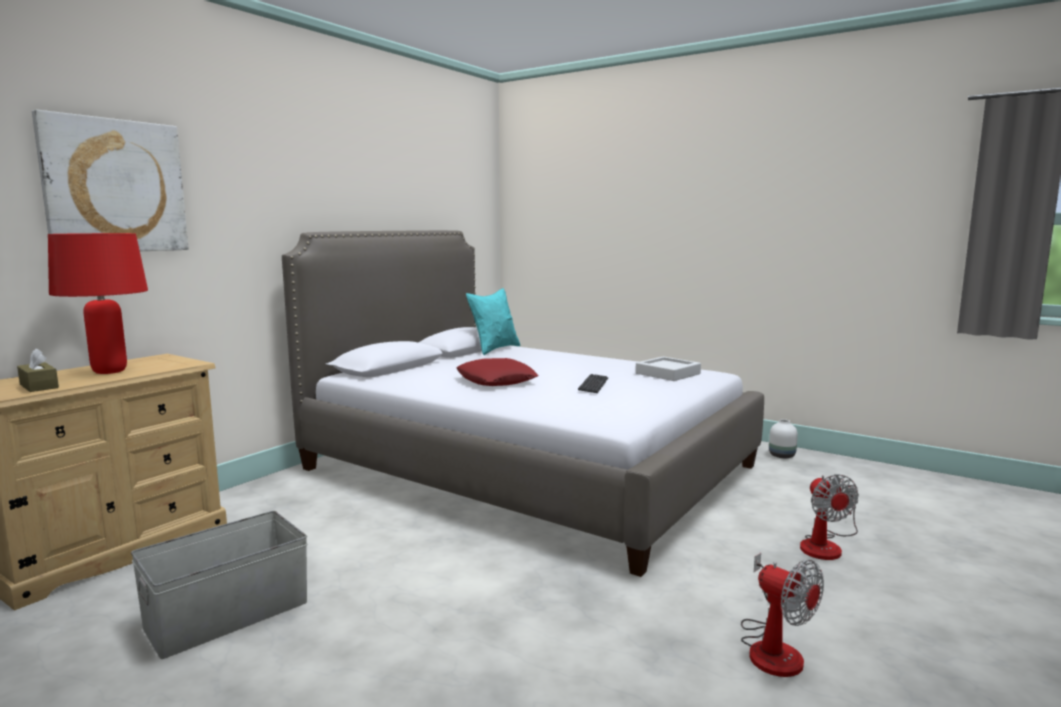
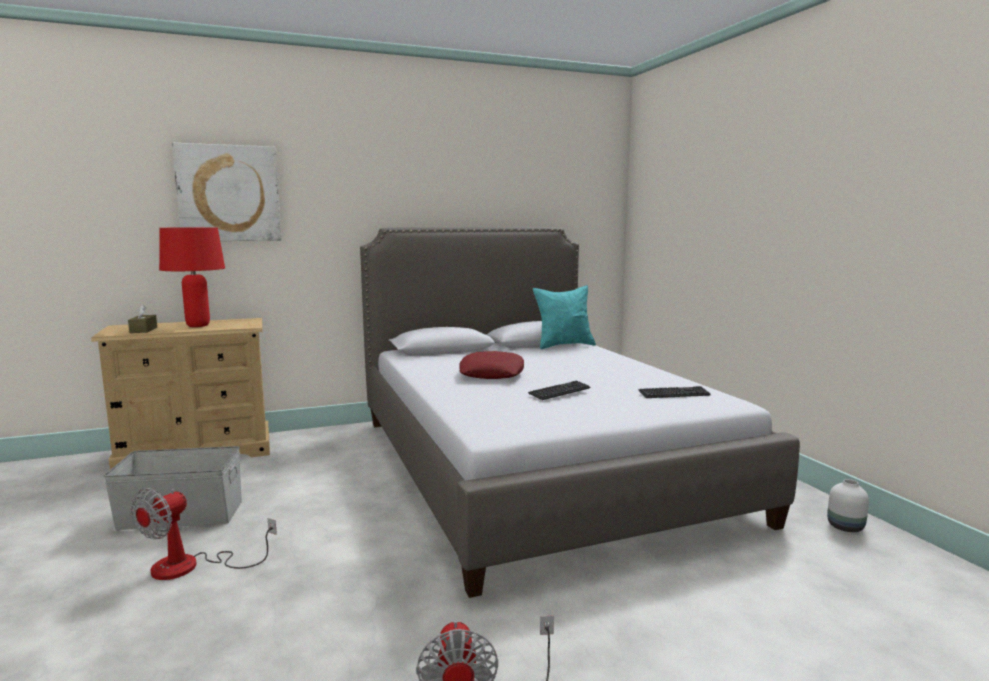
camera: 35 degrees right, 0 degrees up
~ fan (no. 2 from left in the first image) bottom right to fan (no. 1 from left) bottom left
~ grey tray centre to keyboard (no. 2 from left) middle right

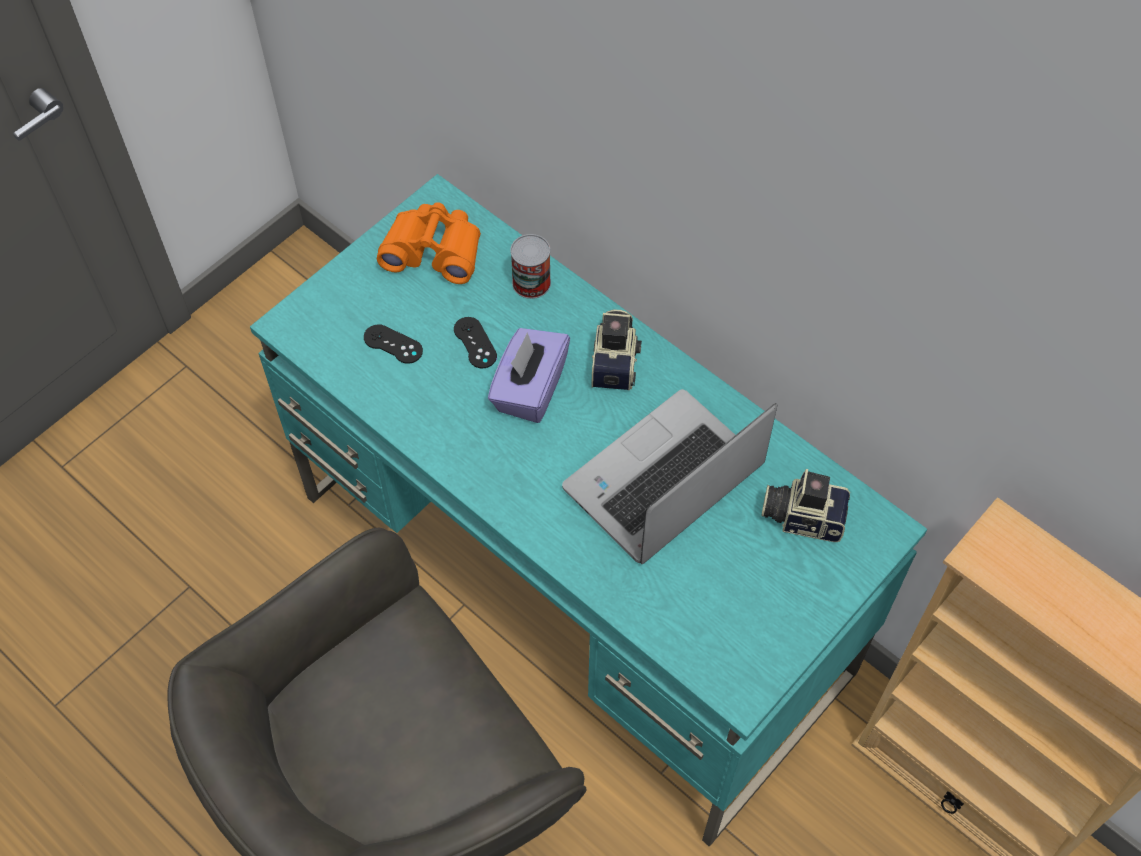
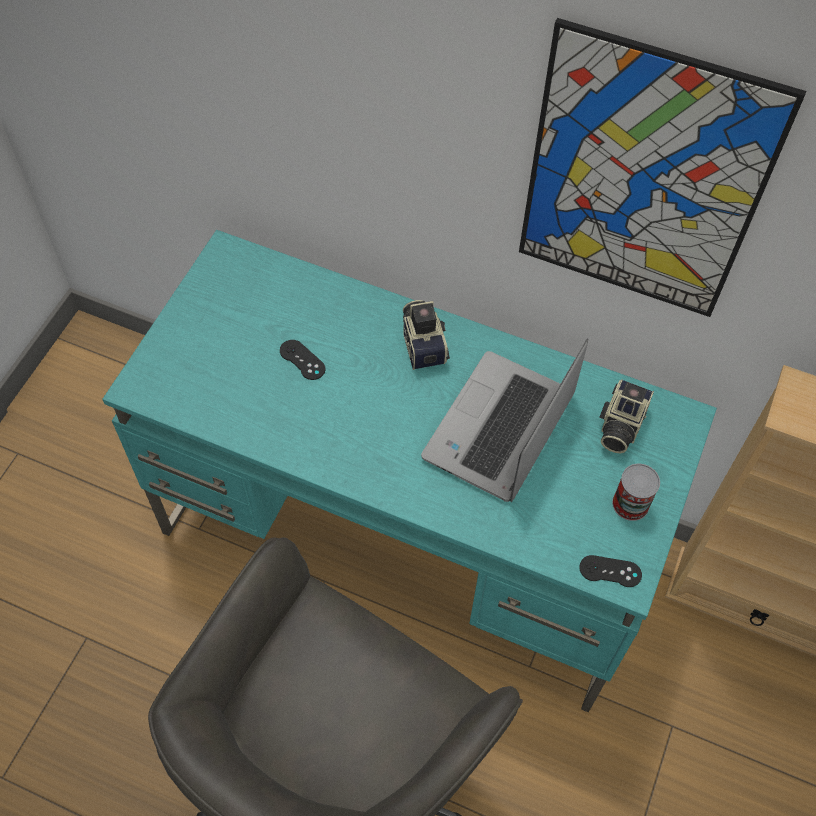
camera: 20 degrees left, 0 degrees up
- orange binoculars top centre
- purple tissue box centre
+ picture top right
~ black game controller (no. 1 from left in the first image) centre to black game controller (no. 2 from left) bottom right
~ can top centre to middle right
~ photo camera (no. 2 from left) middle right = middle right 60 degrees counterclockwise

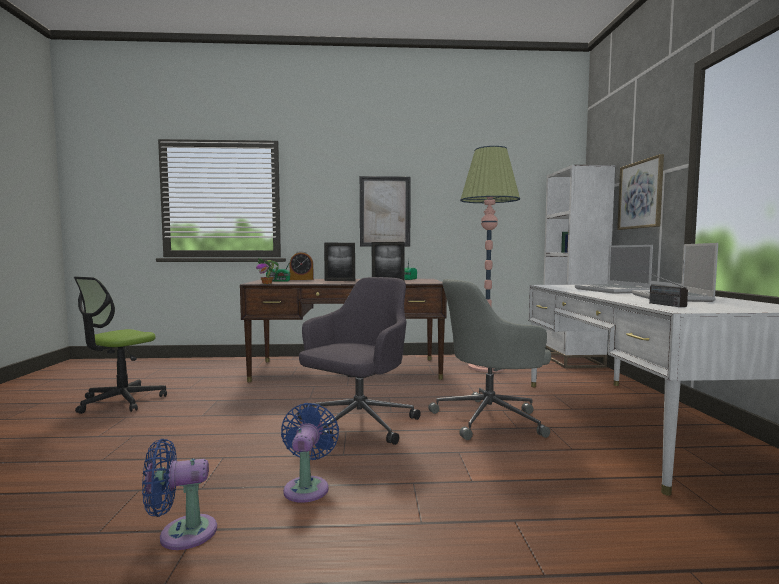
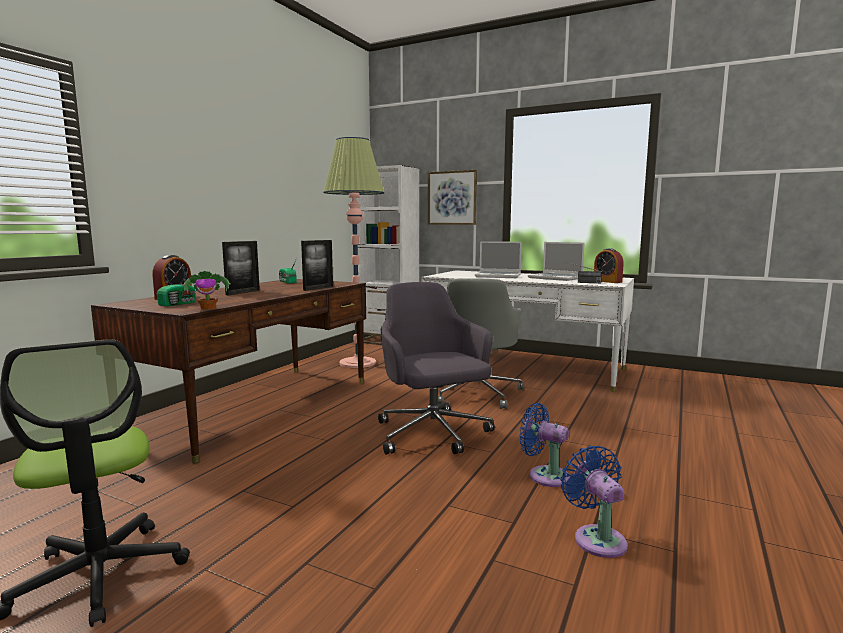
camera: 60 degrees left, 5 degrees up
- picture (no. 1 from left) centre
+ alarm clock (no. 2 from left) middle right
~ blue fan (no. 1 from left in the first image) bottom left = bottom right 150 degrees clockwise

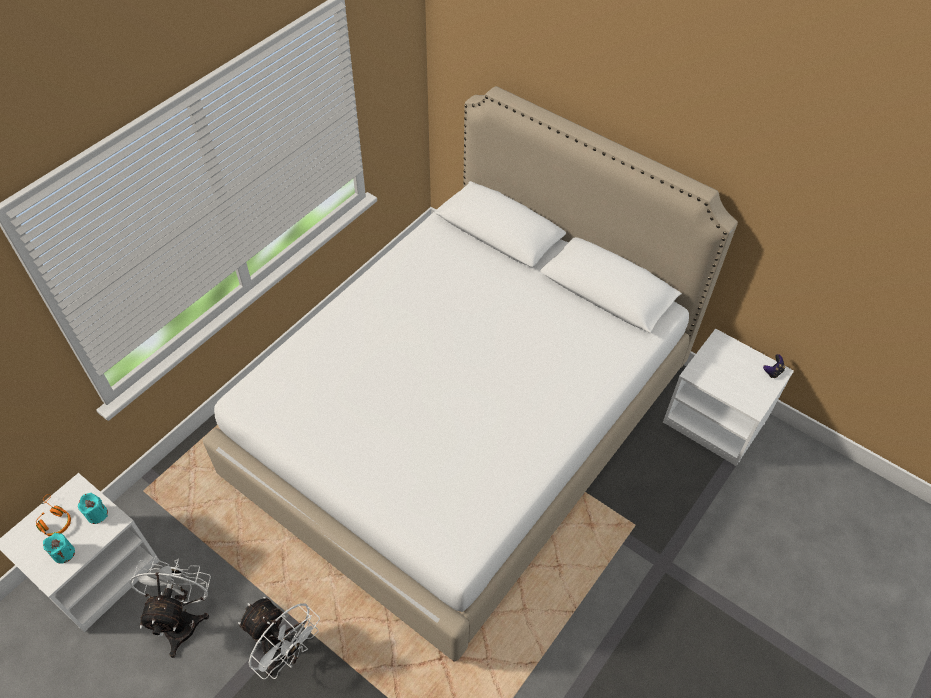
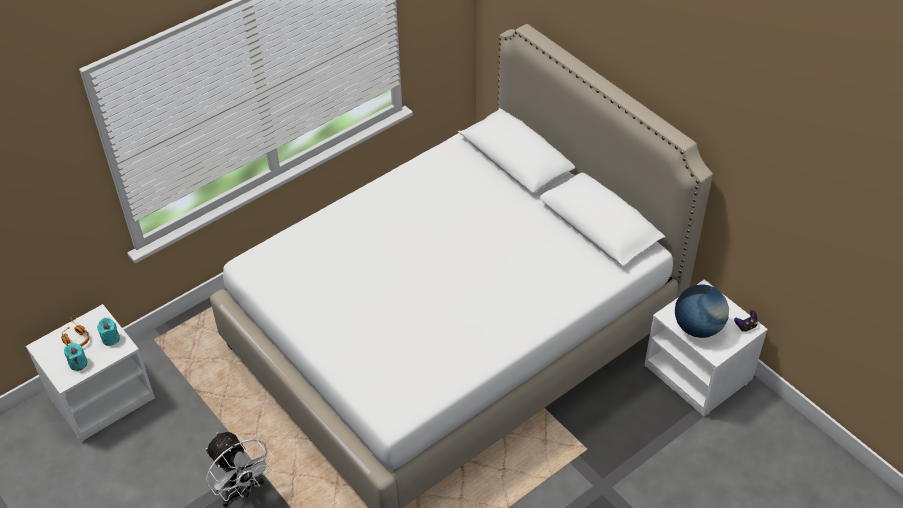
camera: 15 degrees right, 5 degrees down
- white fan (no. 1 from left) bottom left
+ globe middle right

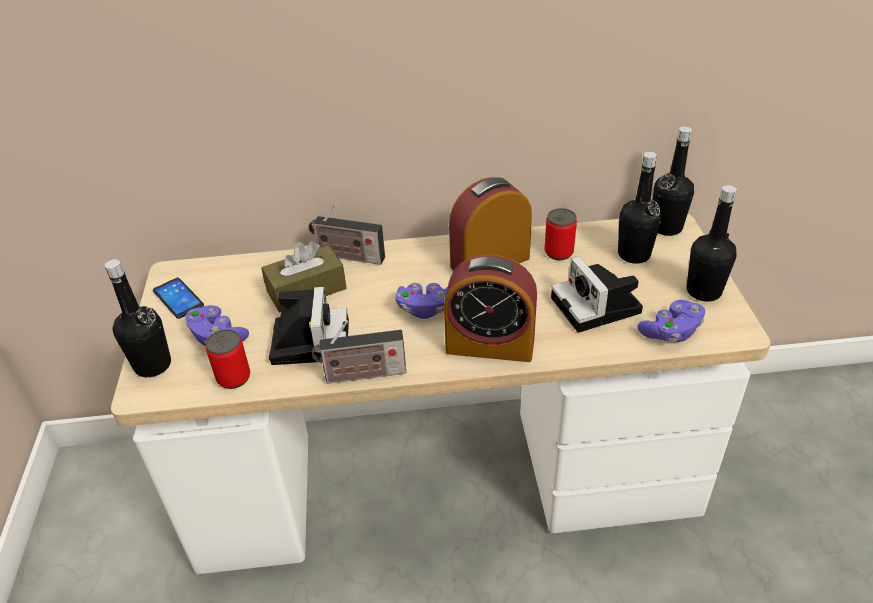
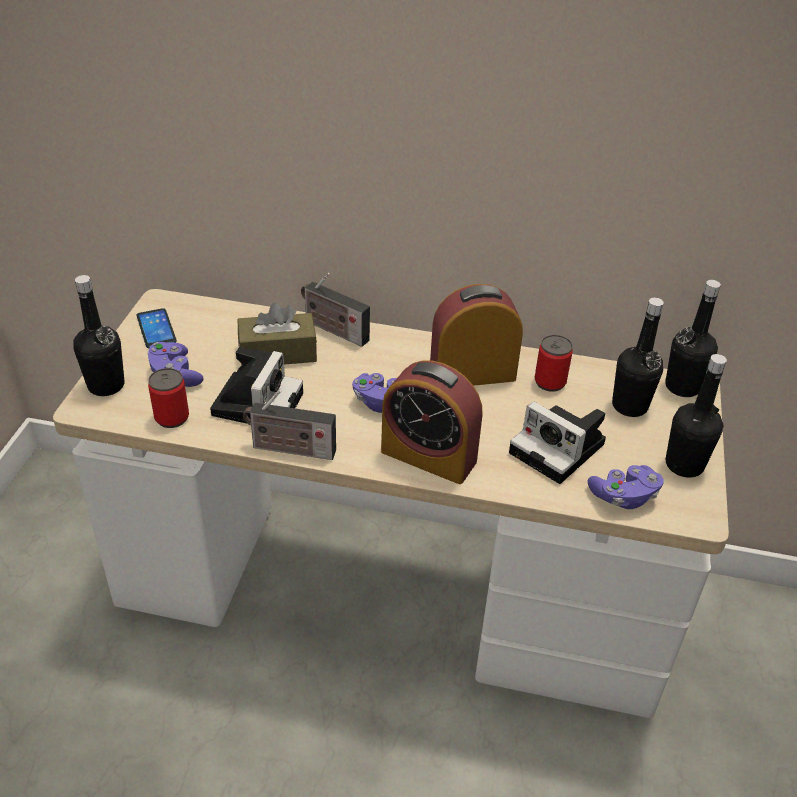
camera: 15 degrees right, 0 degrees up
~ photo camera (no. 2 from left) middle right = middle right 45 degrees counterclockwise

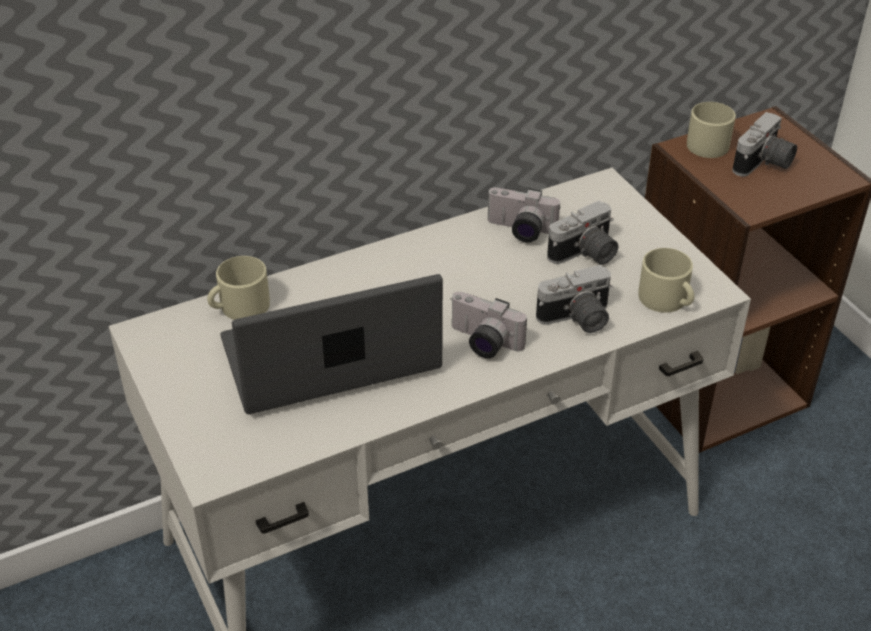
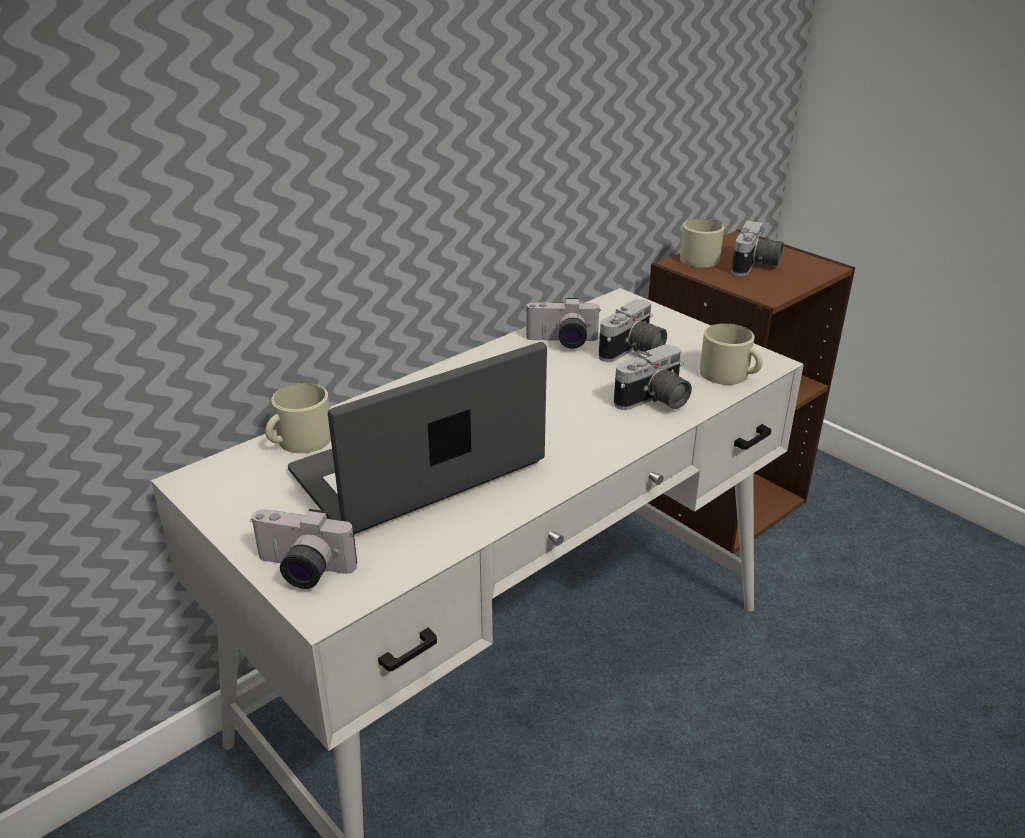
camera: 15 degrees left, 10 degrees down
~ photo camera (no. 1 from left) centre to middle left

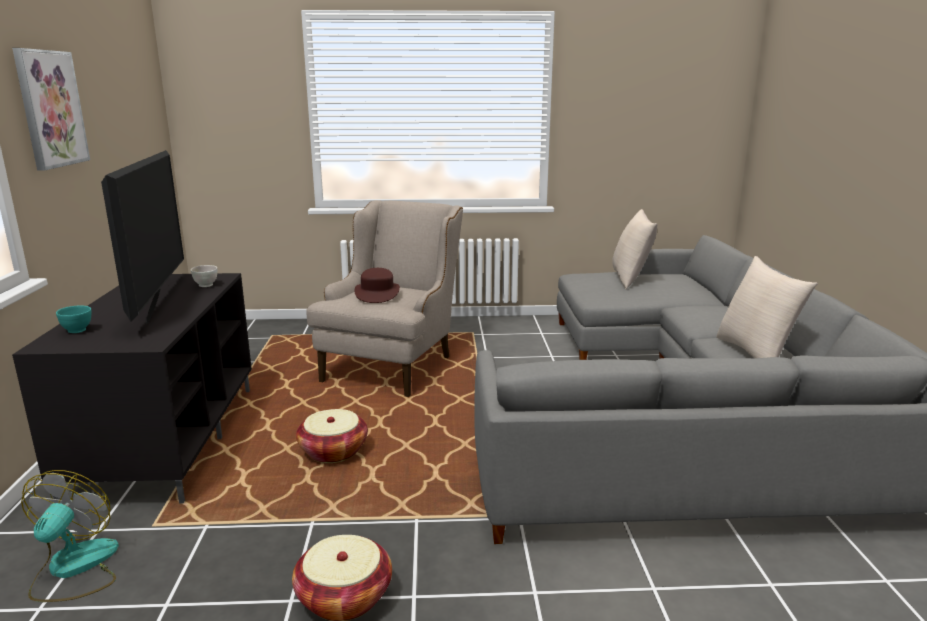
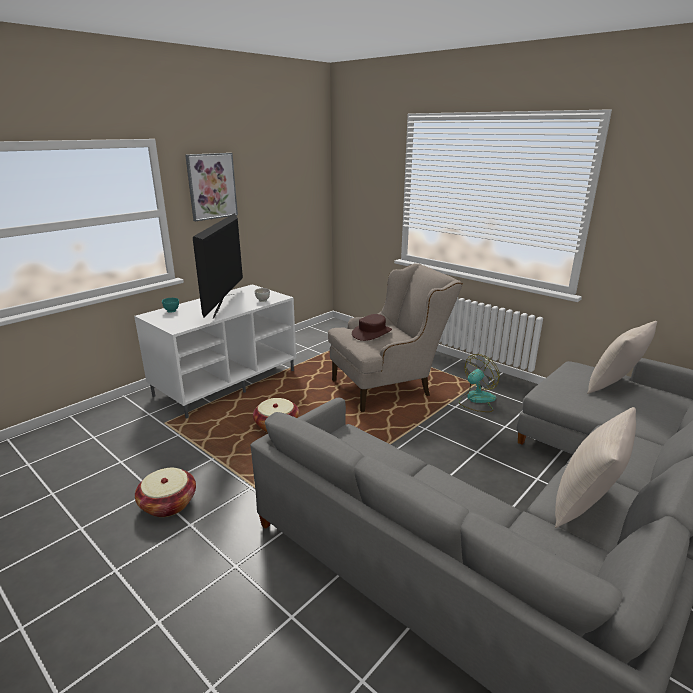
camera: 45 degrees right, 5 degrees up
~ fan bottom left to middle right
~ black tv stand middle left to white tv stand middle left
~ television middle left = middle left 150 degrees clockwise

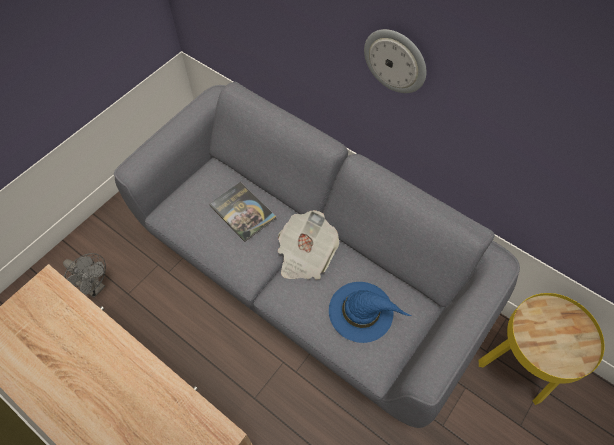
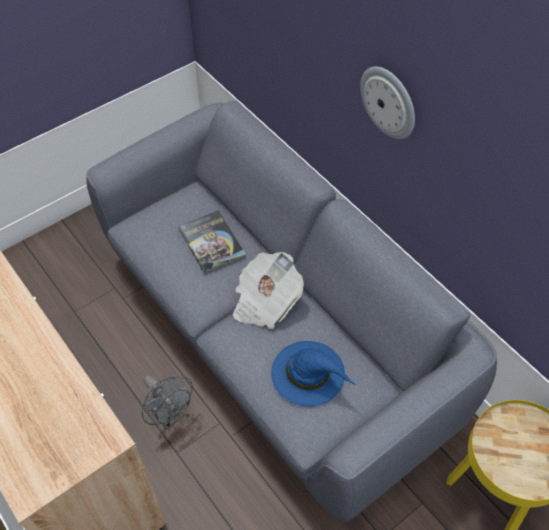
camera: 15 degrees right, 5 degrees down
~ grey fan middle left to bottom left

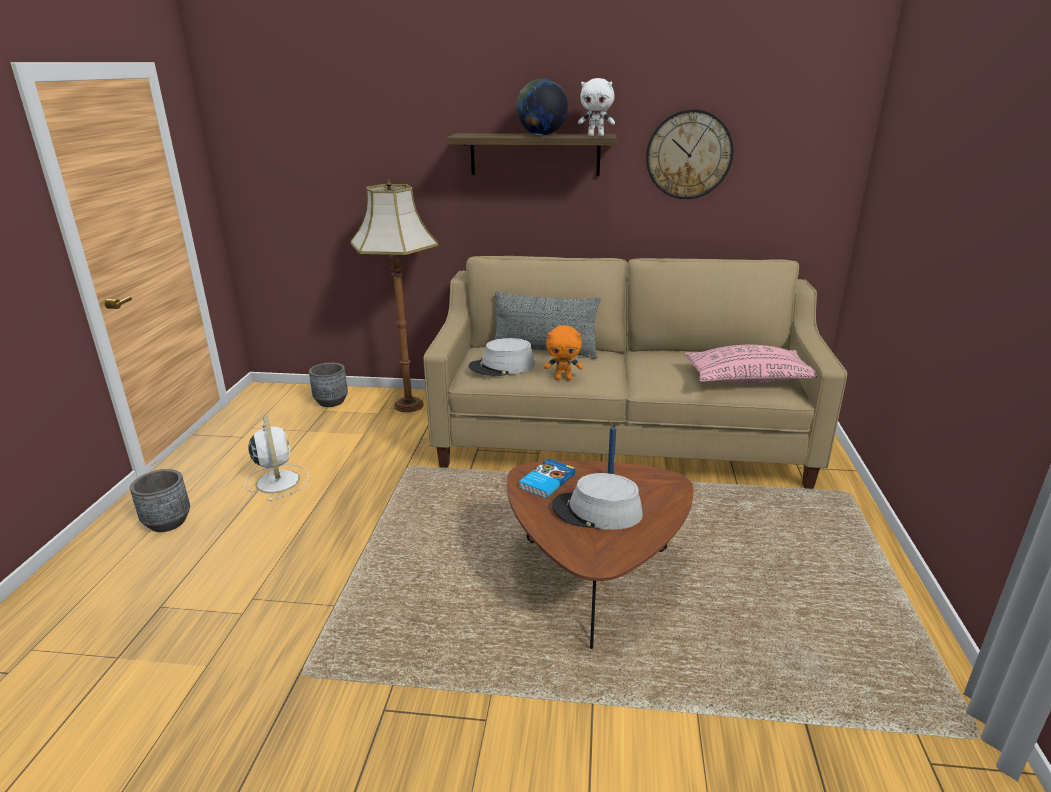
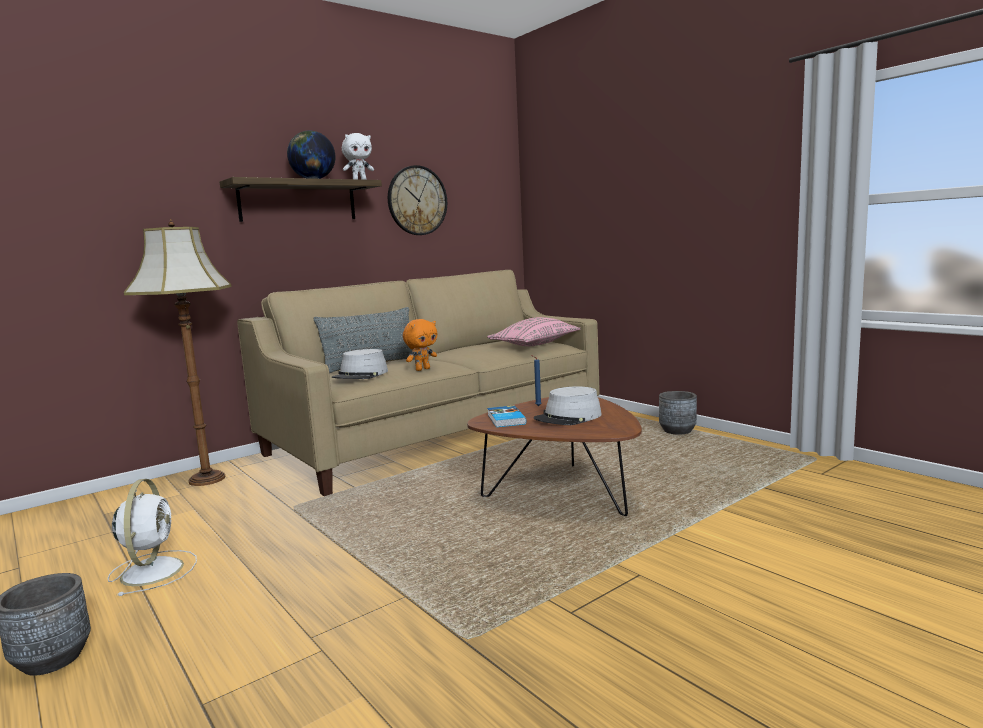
camera: 45 degrees left, 15 degrees down
~ grey planter (no. 2 from left) middle left to middle right
~ white fan middle left = bottom left 60 degrees clockwise

